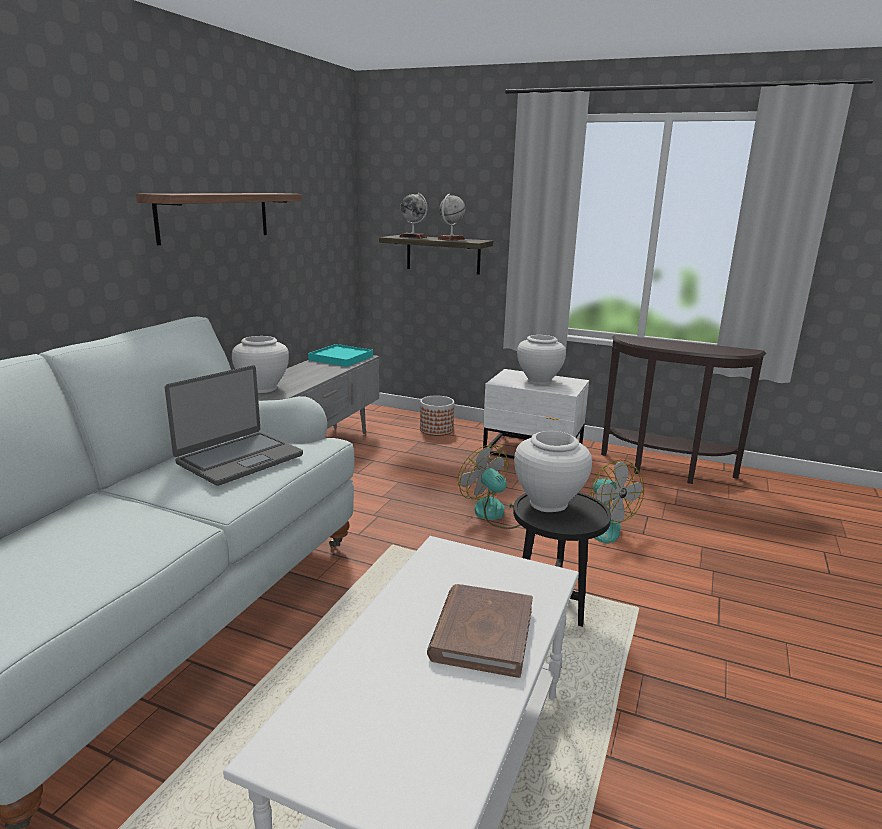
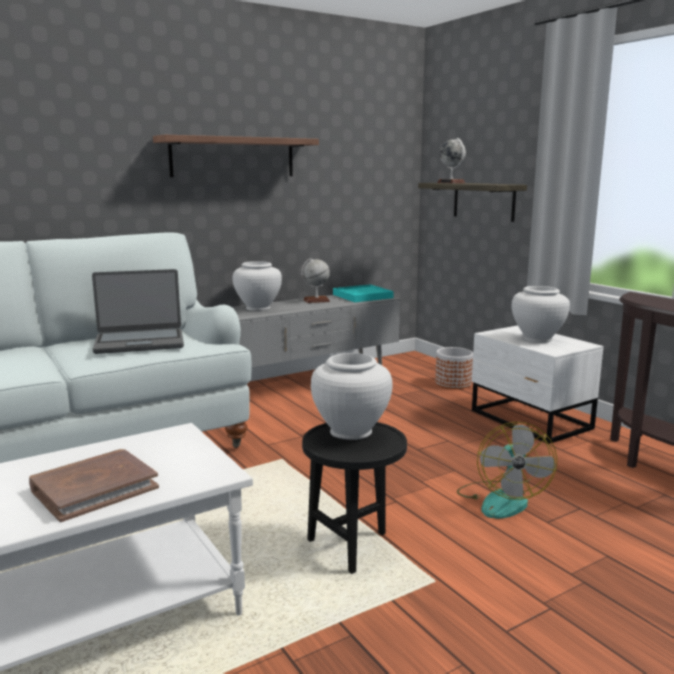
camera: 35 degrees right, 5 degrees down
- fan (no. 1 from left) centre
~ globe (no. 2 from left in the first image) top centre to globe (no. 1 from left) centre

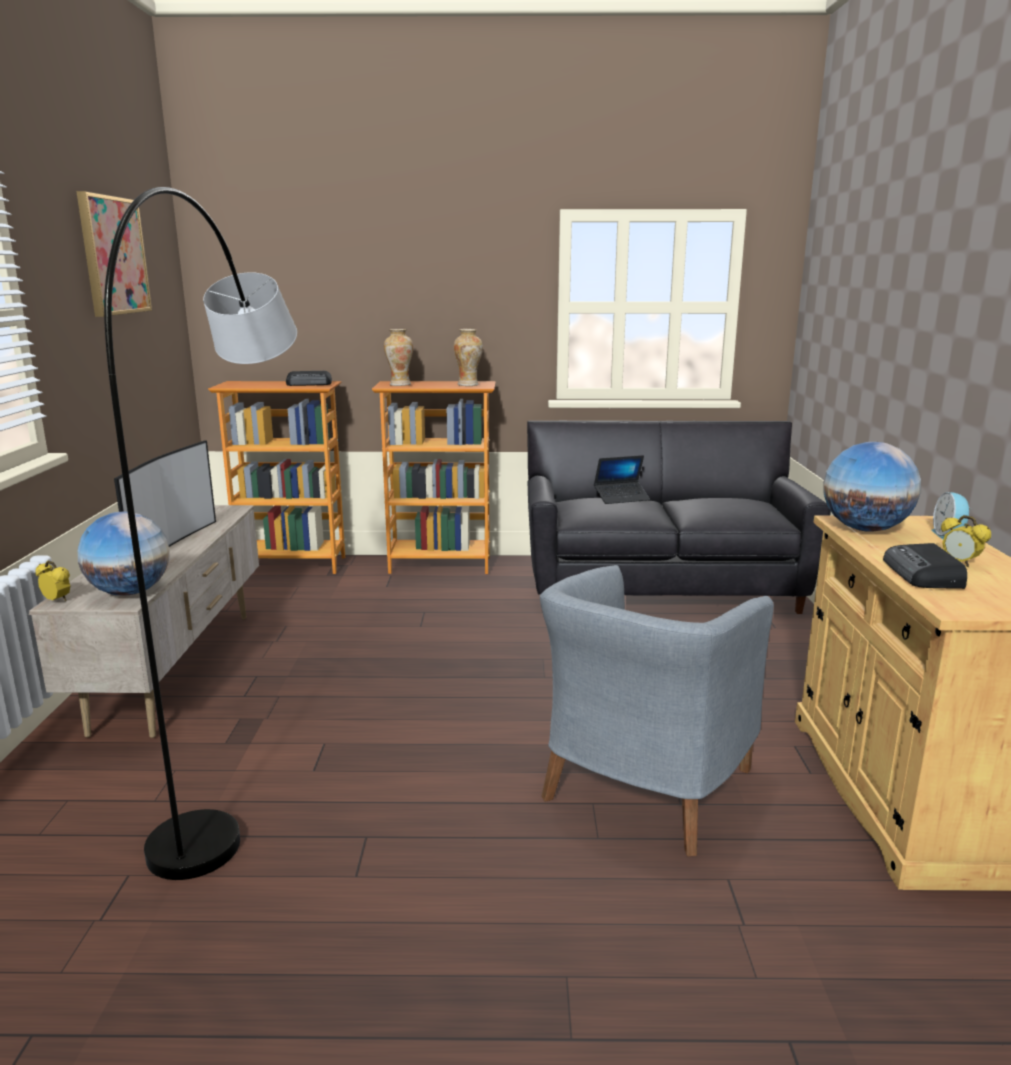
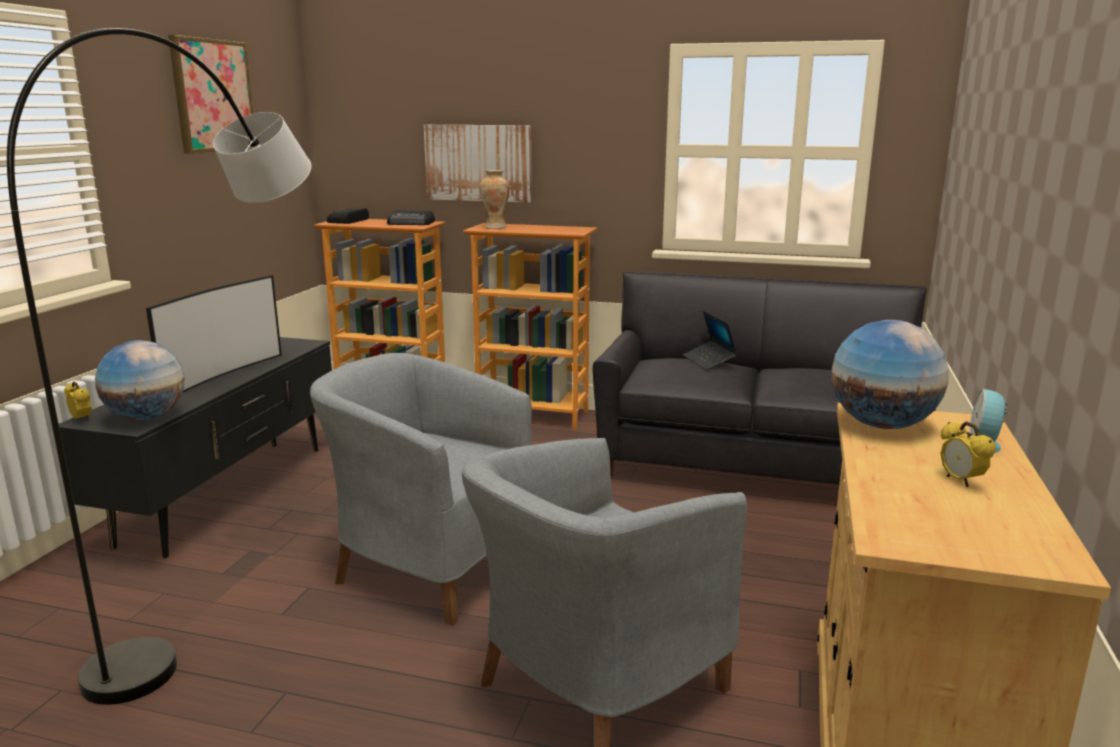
camera: 15 degrees right, 0 degrees up
- vase (no. 2 from left) centre
+ grey armchair (no. 1 from left) centre
+ picture (no. 2 from left) top centre
~ radio (no. 2 from left in the first image) middle right to radio (no. 1 from left) top left
~ beige tv stand middle left to black tv stand middle left
~ laptop centre = centre 75 degrees clockwise

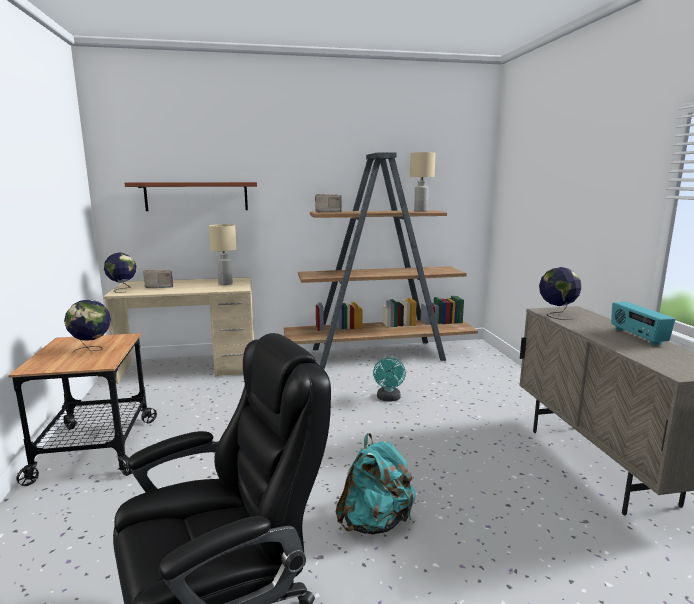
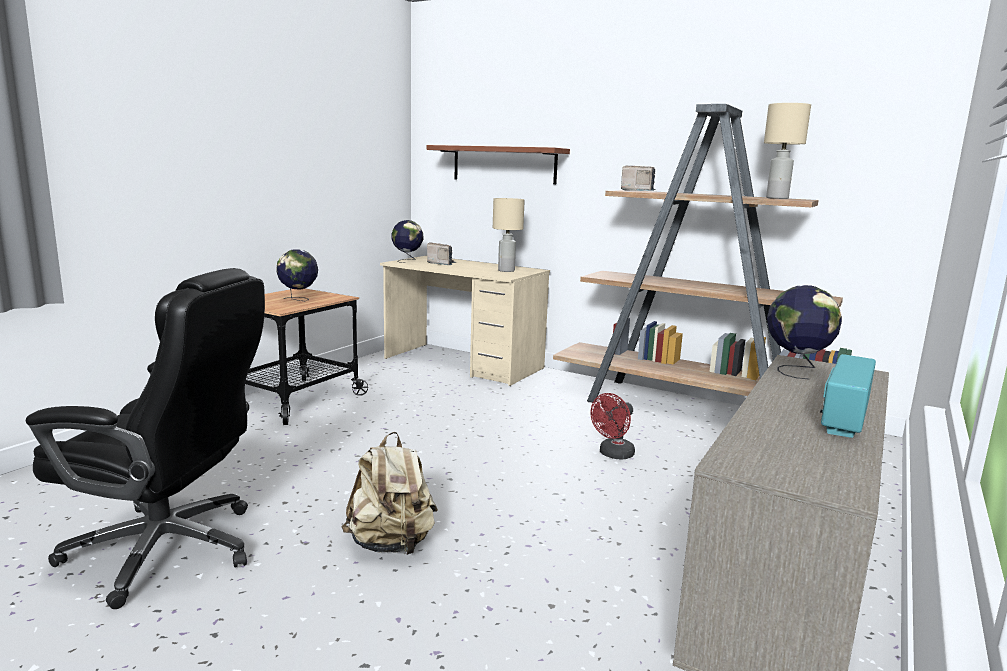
camera: 40 degrees right, 0 degrees up
~ turquoise backpack bottom centre to beige backpack bottom centre
~ turquoise fan centre to red fan centre

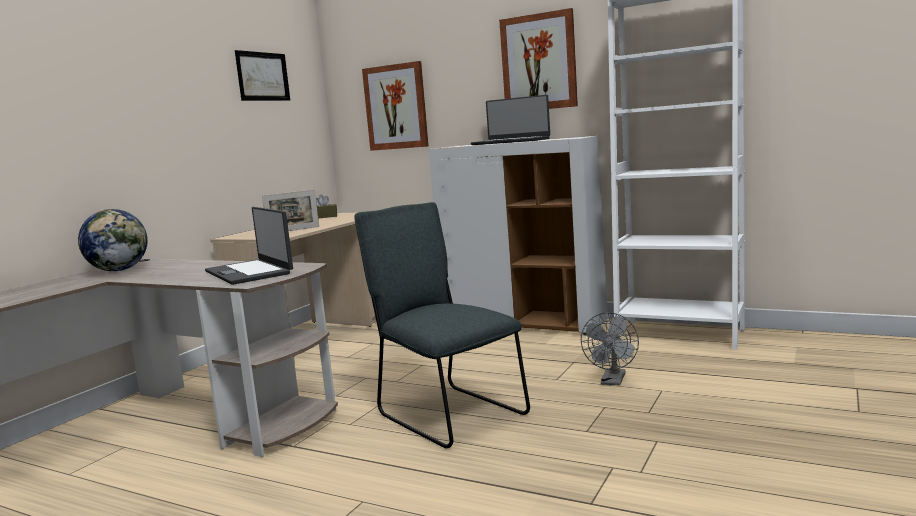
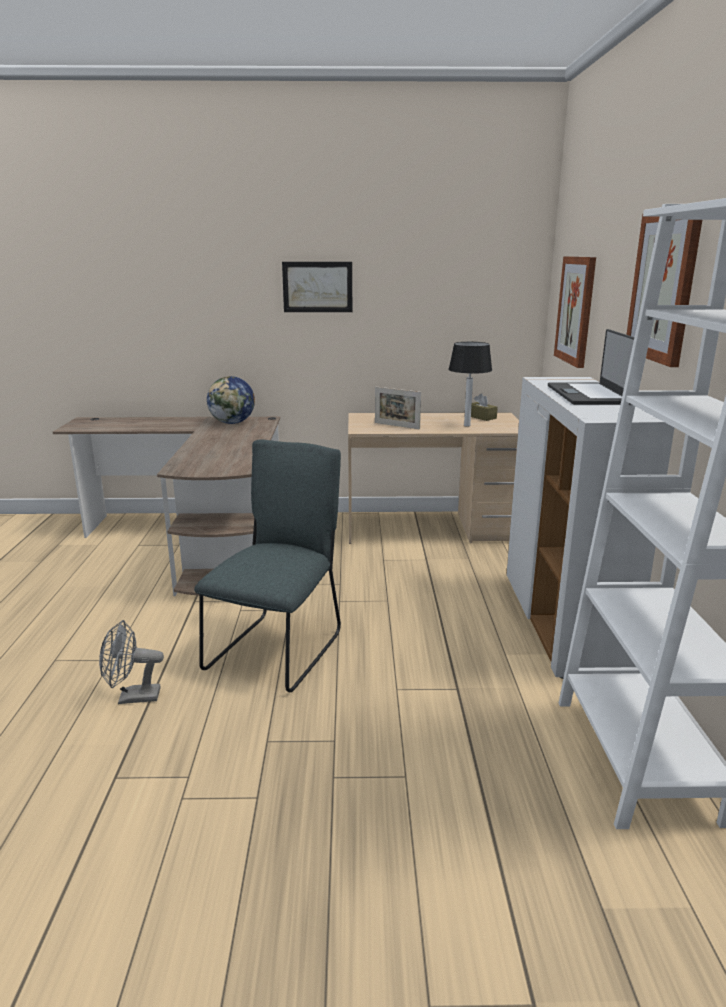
camera: 60 degrees right, 10 degrees up
- laptop (no. 1 from left) middle left
+ table lamp centre
~ picture (no. 1 from left) top left to top centre
~ grey fan bottom centre to middle left

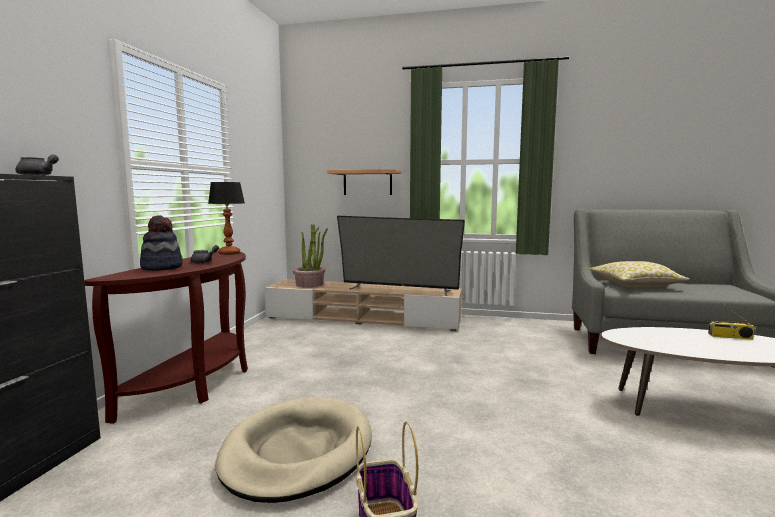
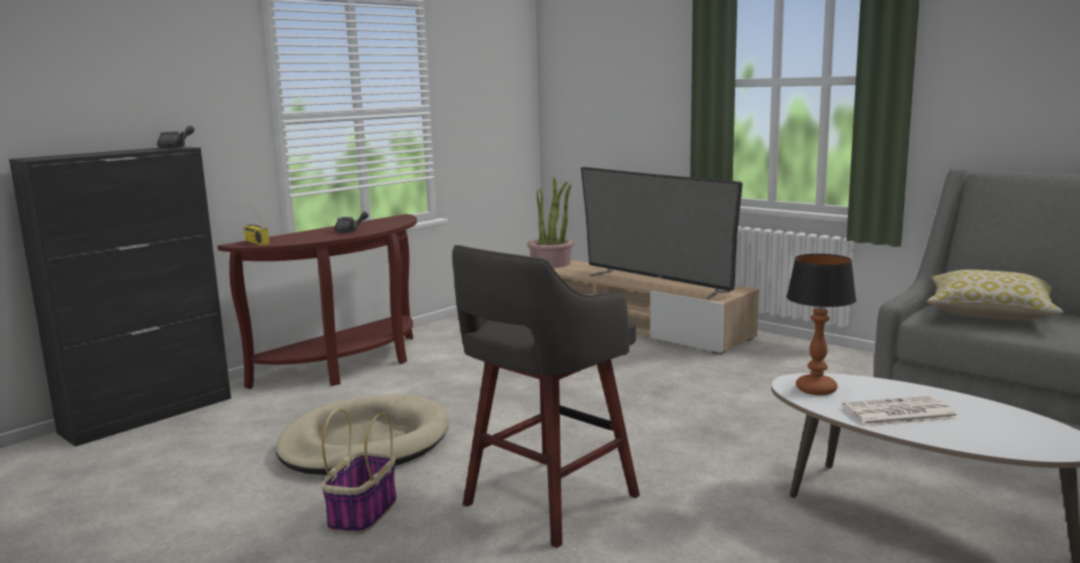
camera: 30 degrees right, 5 degrees up
- hat middle left
- shelf centre
+ grey stool bottom centre
+ newspaper bottom right
~ table lamp middle left to middle right
~ radio middle right to middle left

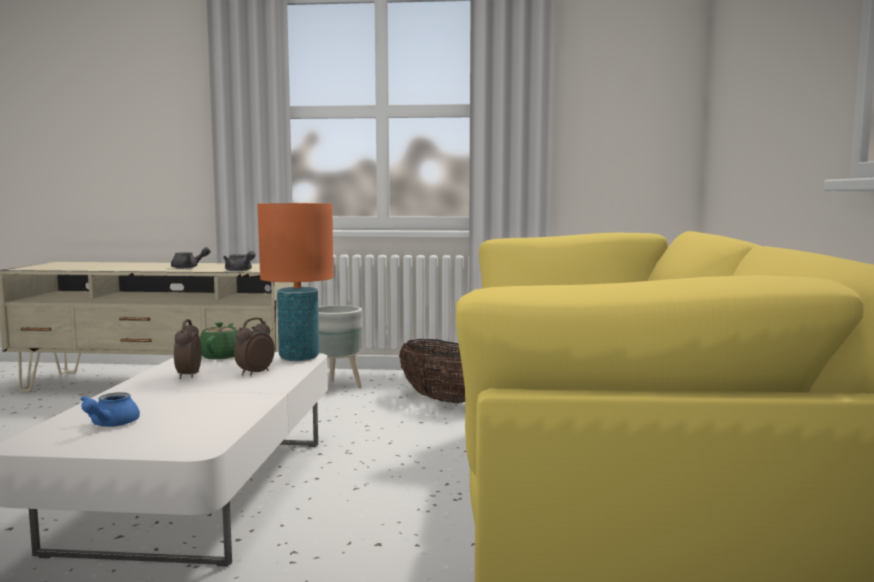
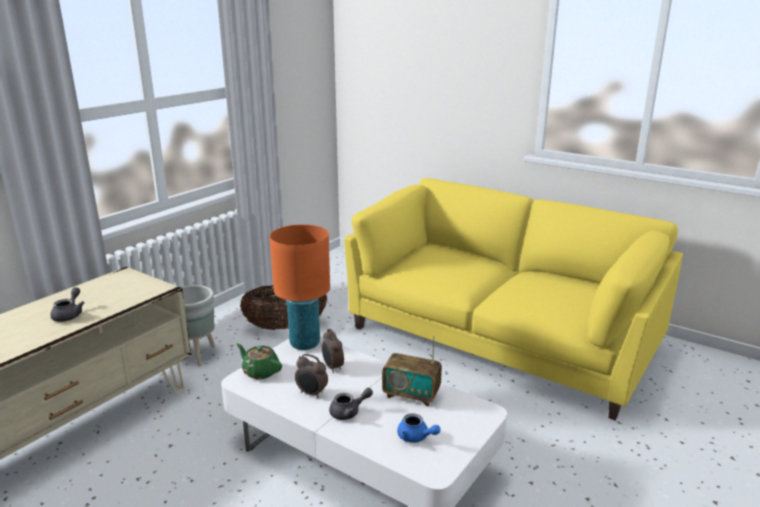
camera: 60 degrees left, 15 degrees up
+ radio bottom centre
~ grey teapot (no. 2 from left) middle left to bottom centre

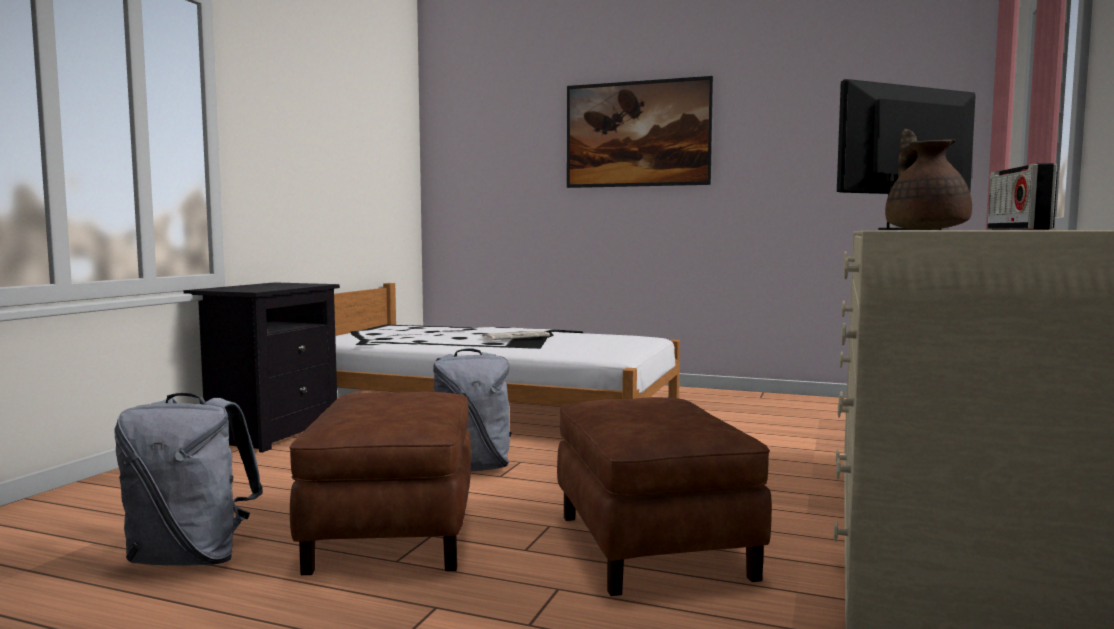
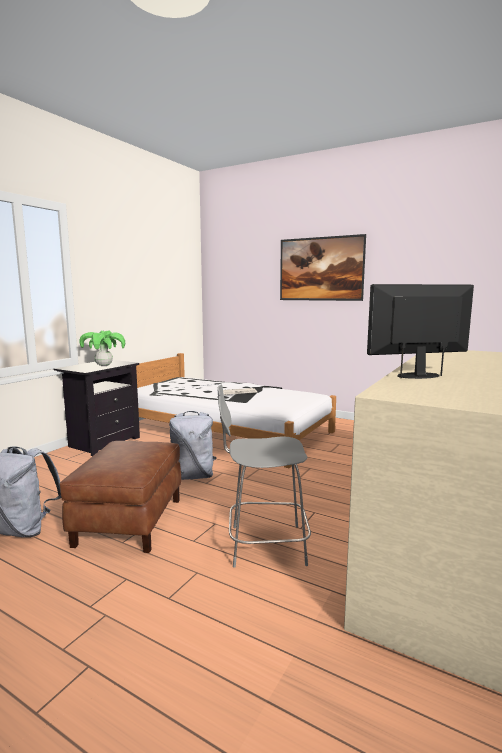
camera: 10 degrees right, 5 degrees up
- brown teapot top right
- radio top right
+ potted plant middle left
~ brown ottoman (no. 2 from left) bottom centre to grey chair centre

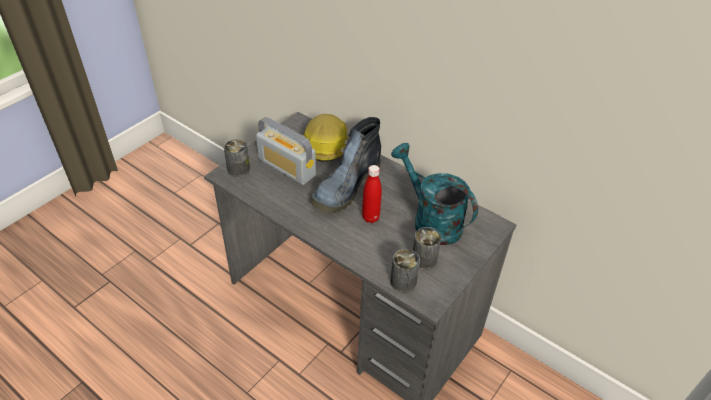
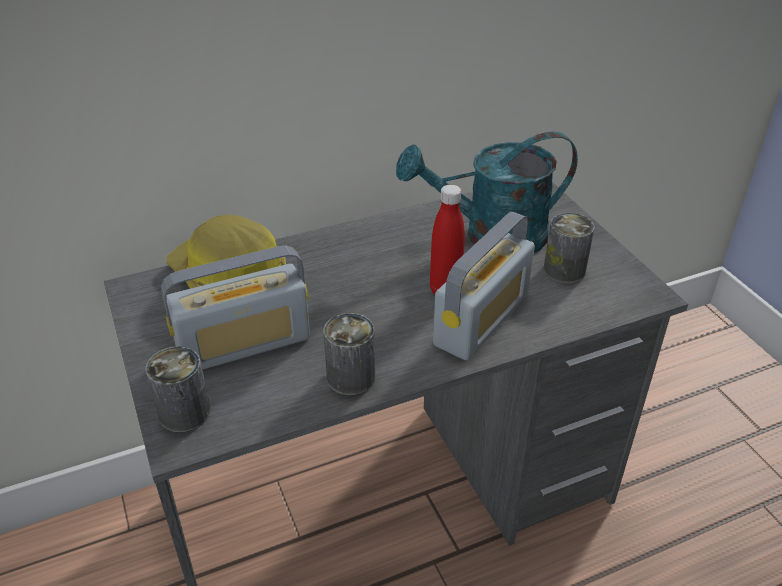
camera: 60 degrees left, 5 degrees down
- boot centre
+ radio (no. 2 from left) centre
~ can (no. 2 from left) bottom centre to centre

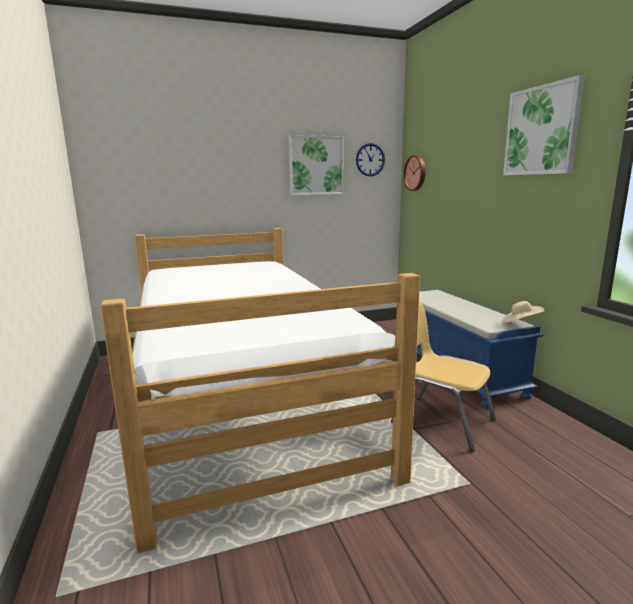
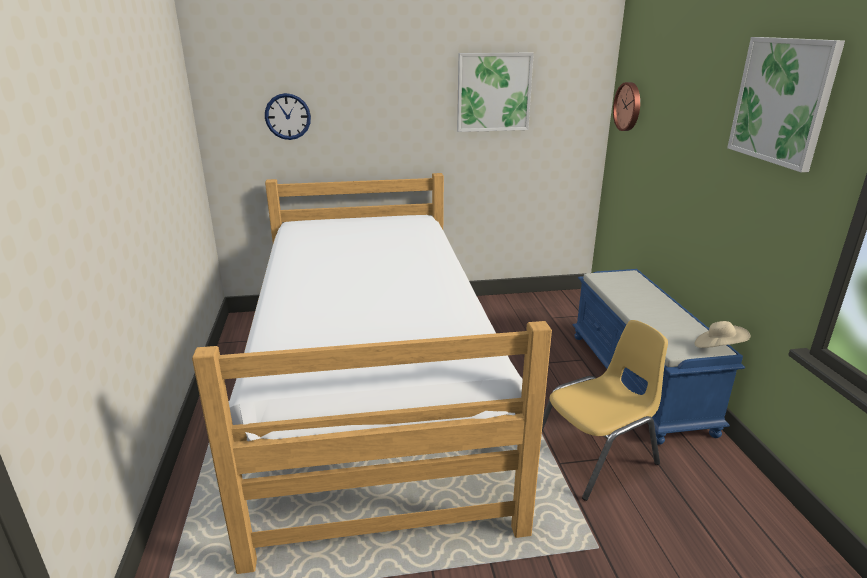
camera: 10 degrees right, 10 degrees up
~ wall clock (no. 1 from left) top centre to top left
~ yellow chair middle right = bottom right 105 degrees clockwise

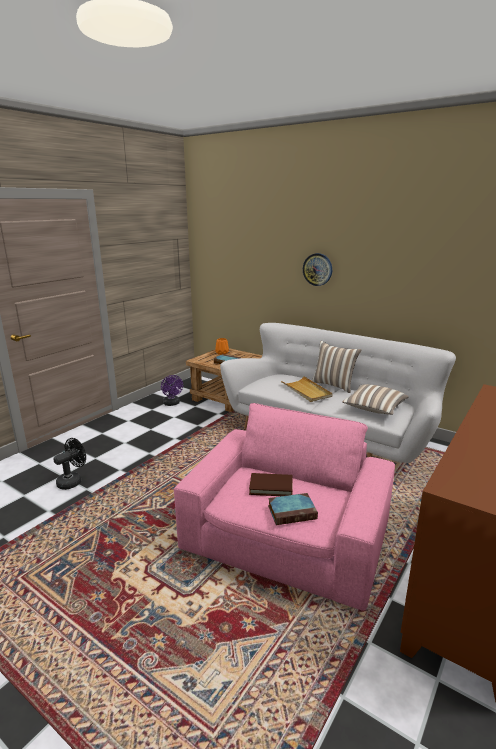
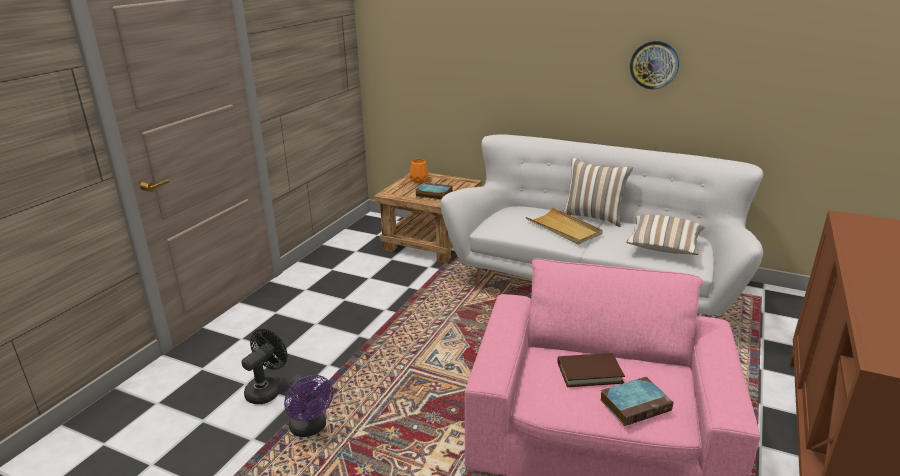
camera: 10 degrees left, 5 degrees up
~ purple fan centre to bottom centre
~ wall clock centre to top right

